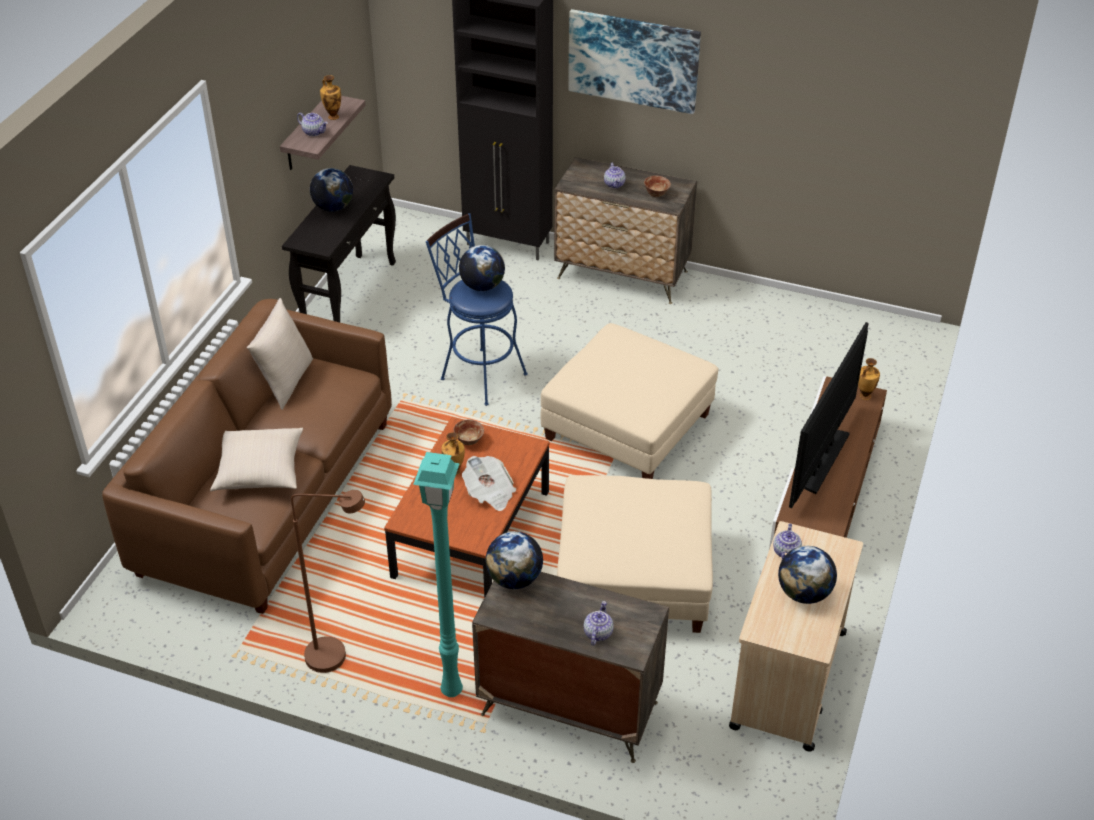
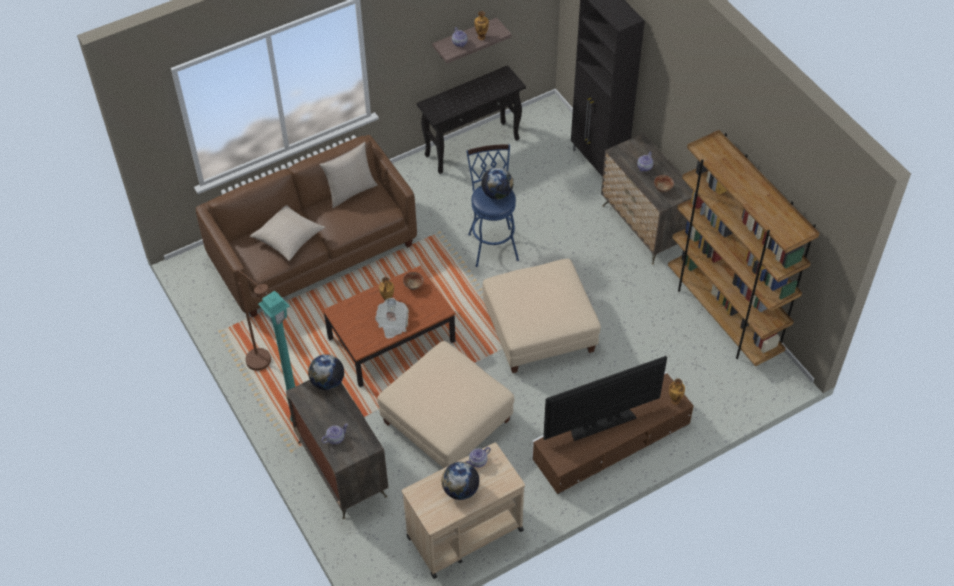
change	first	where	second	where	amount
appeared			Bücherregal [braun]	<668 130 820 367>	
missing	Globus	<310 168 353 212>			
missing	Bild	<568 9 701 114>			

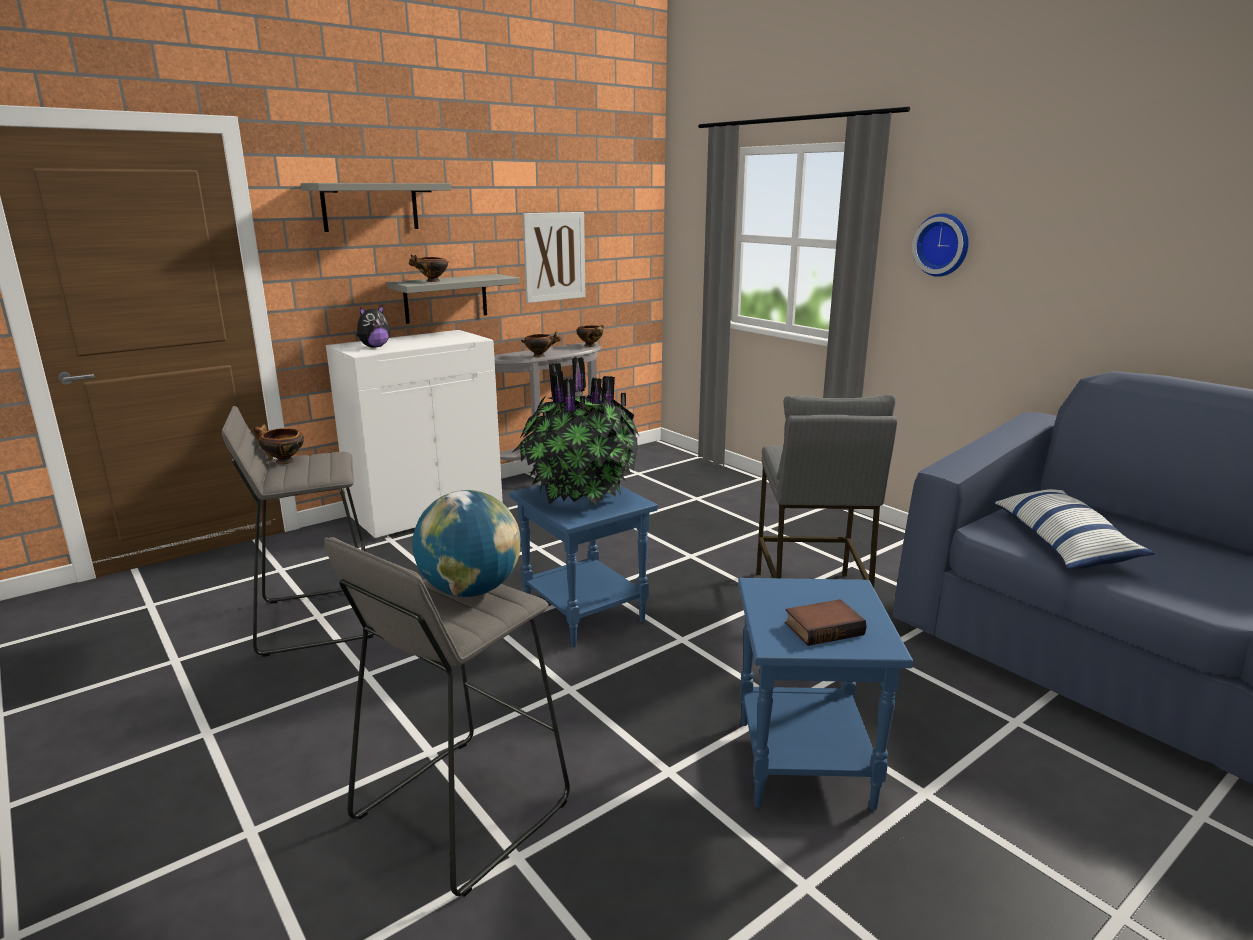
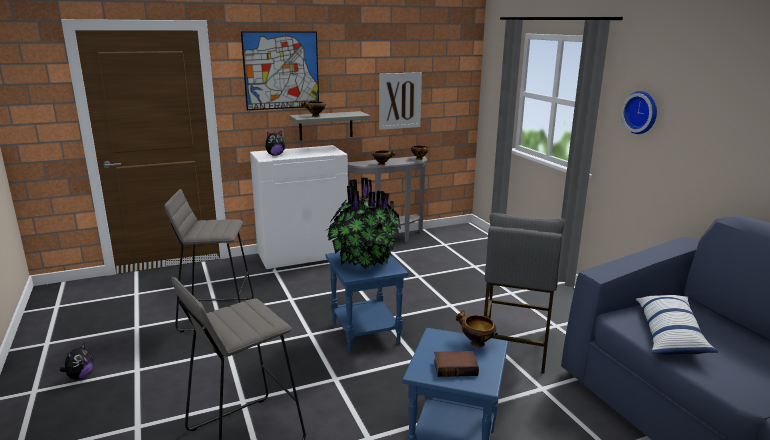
change	first	where	second	where	amount
appeared			Plüschtier	<60 343 93 380>	
exchanged	Wandregal [grau]	<301 183 451 232>	Bild	<241 31 319 110>	
relocated	Schüssel	<254 424 304 464>		<456 310 498 347>	
missing	Globus	<412 490 521 597>			

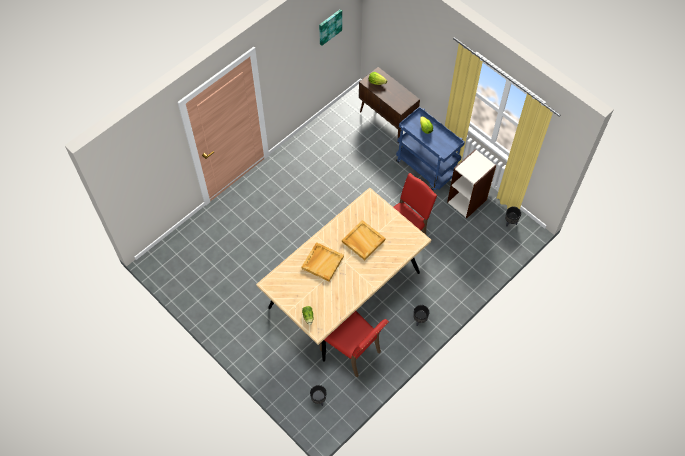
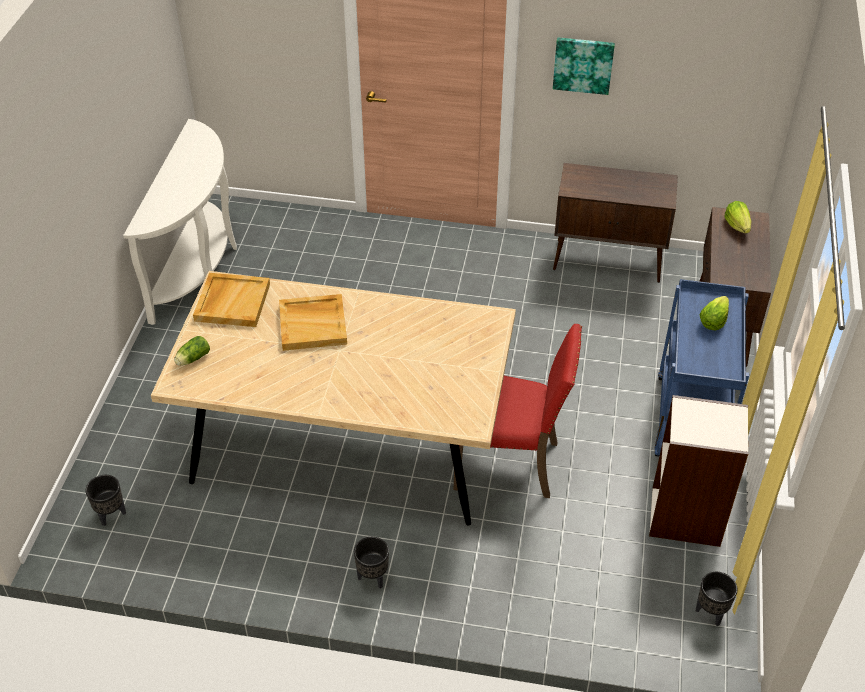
change	first	where	second	where	amount
appeared			Konsolentisch [weiß]	<123 119 237 325>	
relocated	Tablett [beige]	<342 220 385 260>		<193 273 270 327>	
relocated	Bild	<319 9 342 46>		<553 37 615 95>	
appeared			Schrank [braun]	<553 163 678 283>	
missing	Stuhl [rot]	<320 311 389 377>			

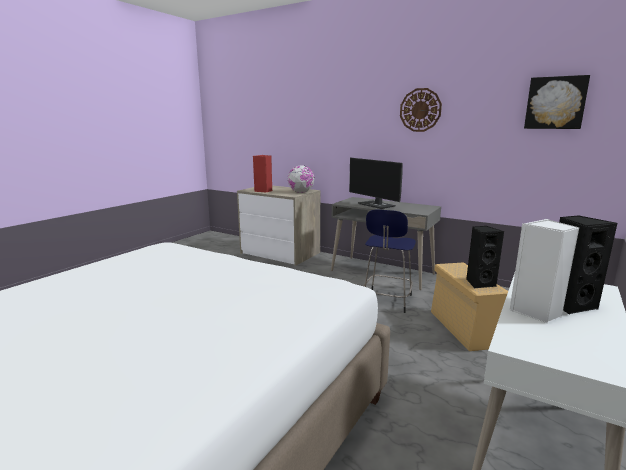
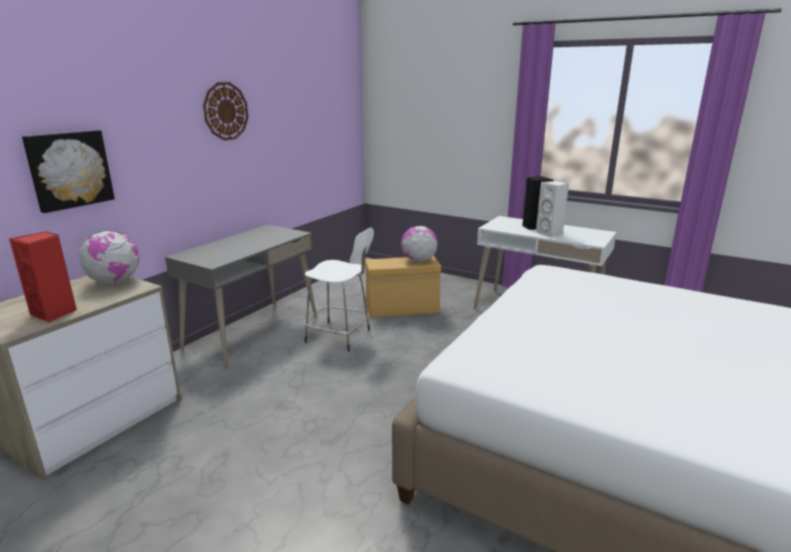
change	first	where	second	where	amount
relocated	Bild	<524 75 590 129>		<22 130 115 213>	
colour	Hocker [blau]	<363 209 416 313>	Hocker [weiß]	<304 227 374 351>	
exchanged	Lautsprecher [schwarz]	<466 226 504 288>	Globus	<401 226 438 262>	
missing	Monitor	<349 158 403 209>			

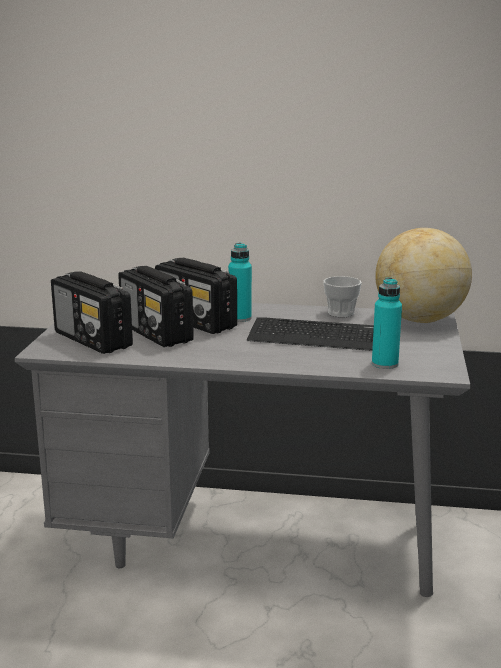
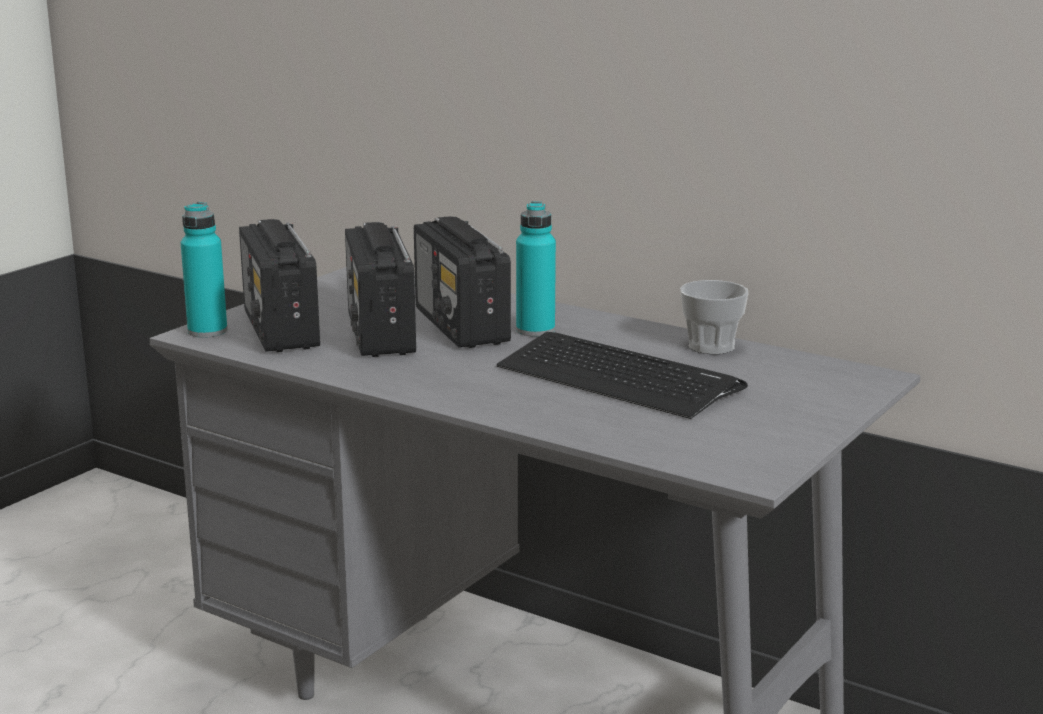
change	first	where	second	where	amount
relocated	Flasche [türkis]	<372 278 402 369>		<181 202 227 338>	
missing	Globus	<375 228 472 323>			

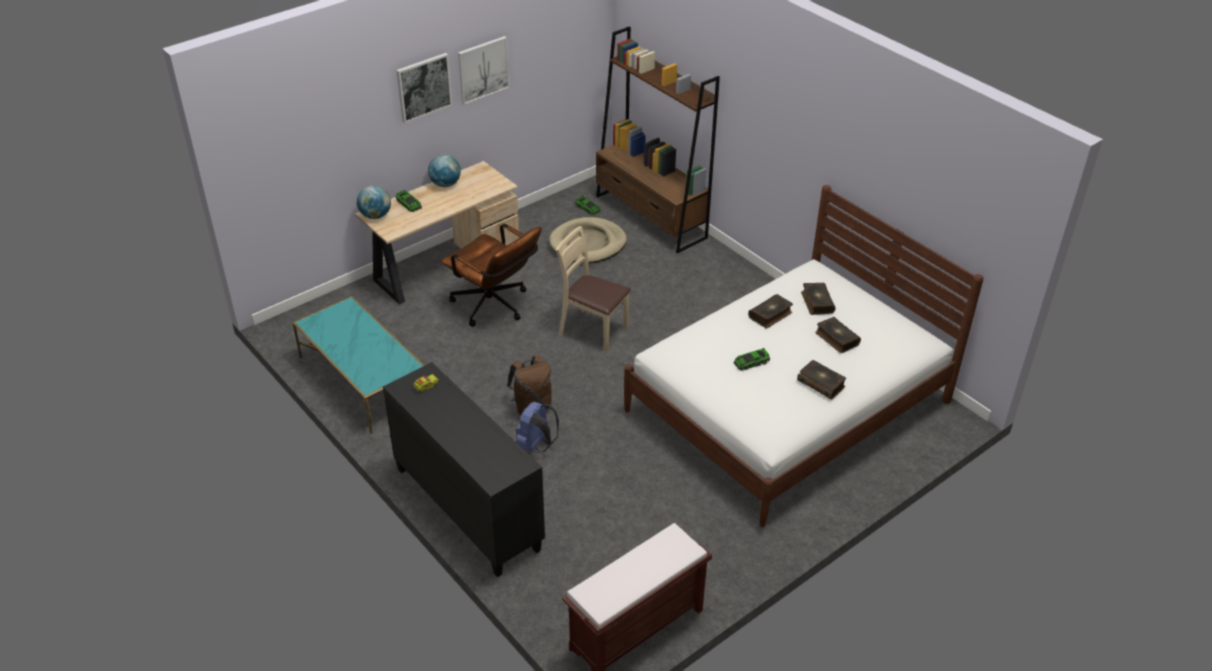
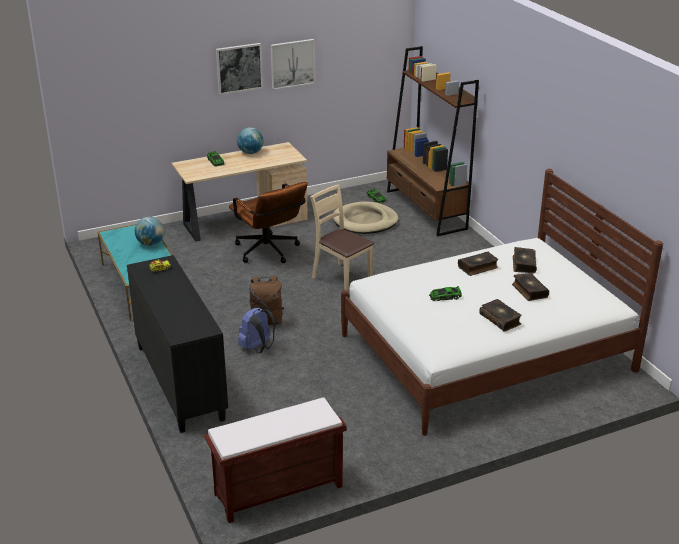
change	first	where	second	where	amount
relocated	Globus	<357 185 391 219>		<135 217 165 246>	

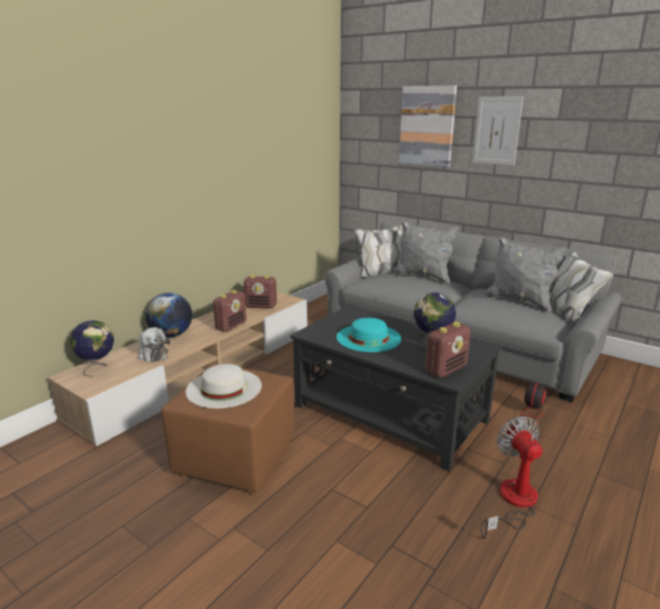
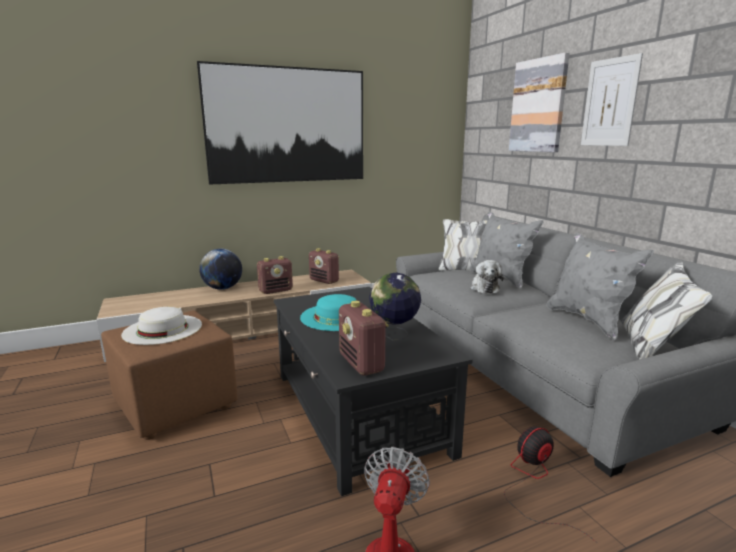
change	first	where	second	where	amount
appeared			Bild	<197 61 363 185>	
spun	Radio	<425 322 471 378>		<339 301 389 375>	75 degrees clockwise
relocated	Plüschtier	<138 327 170 362>		<471 260 504 294>	
missing	Globus	<70 320 114 376>			

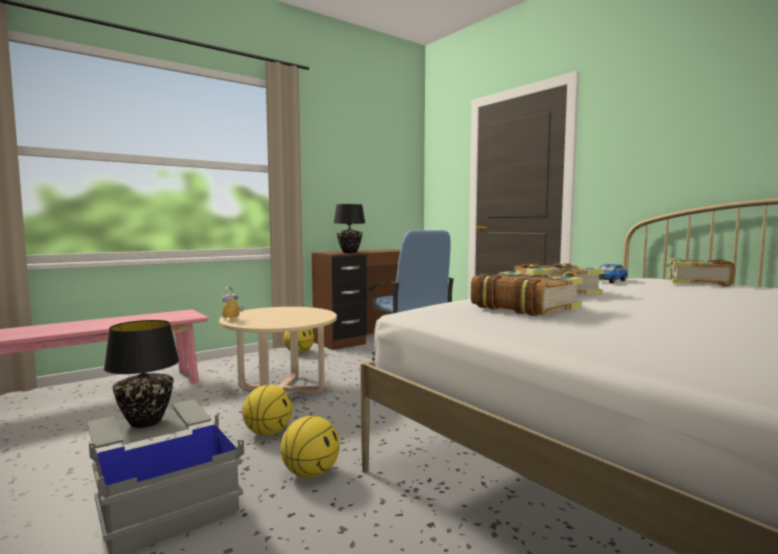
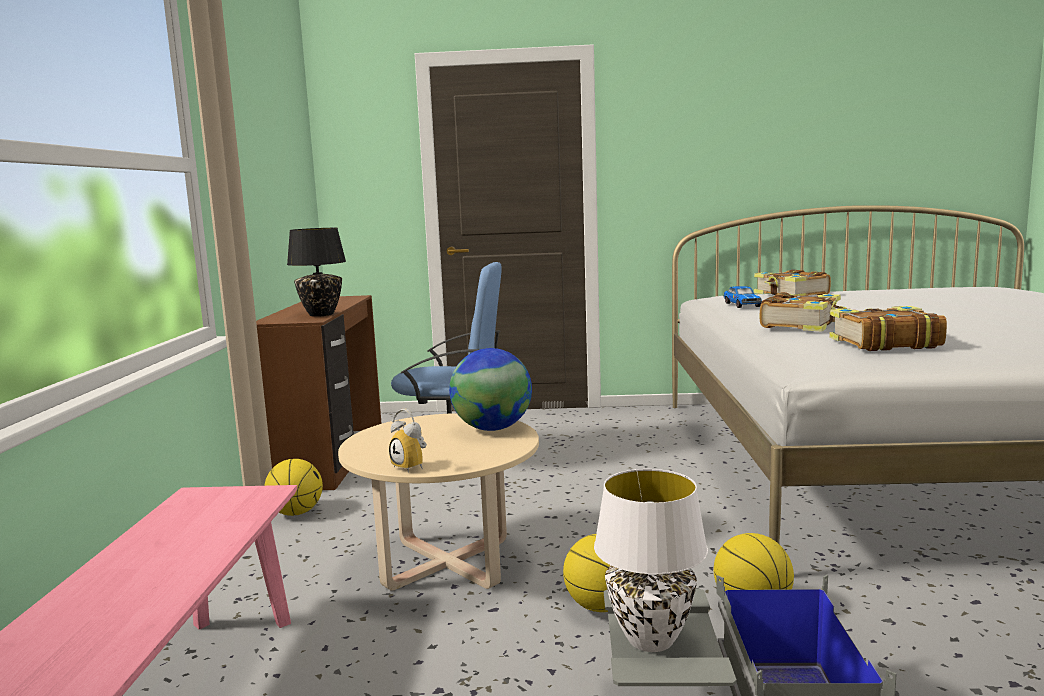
change	first	where	second	where	amount
appeared			Globus	<449 348 532 431>	
colour	Tischlampe [schwarz]	<104 320 179 428>	Tischlampe [weiß]	<594 469 708 652>	

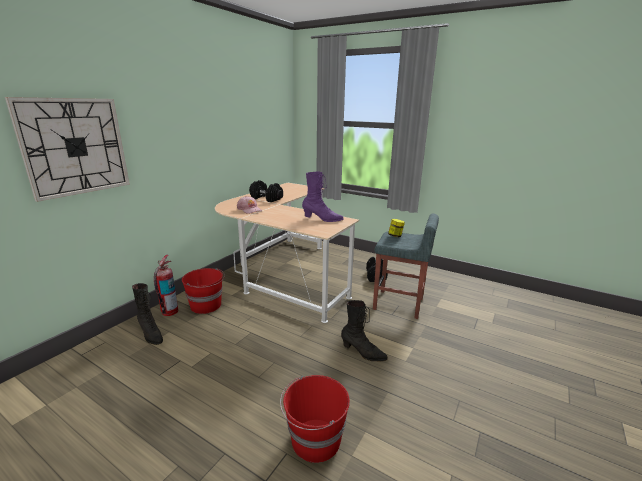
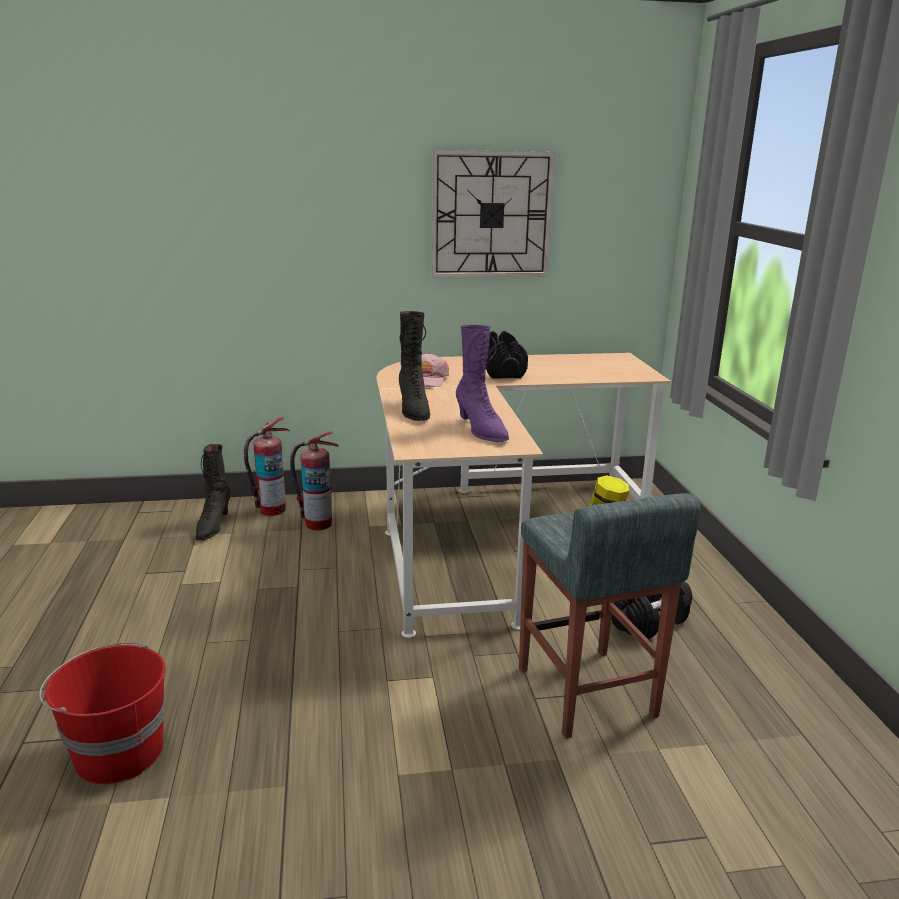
change	first	where	second	where	amount
exchanged	Eimer [rot]	<182 268 225 314>	Feuerlöscher	<290 432 339 531>	
relocated	Stiefel [schwarz]	<341 300 388 361>		<399 311 430 421>	
relocated	Wanduhr	<5 97 130 202>		<431 150 555 277>	

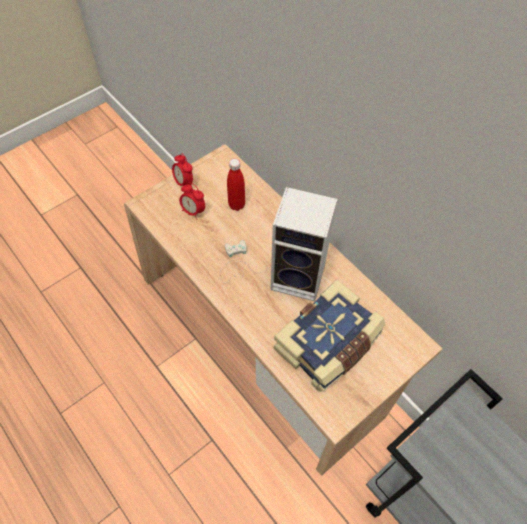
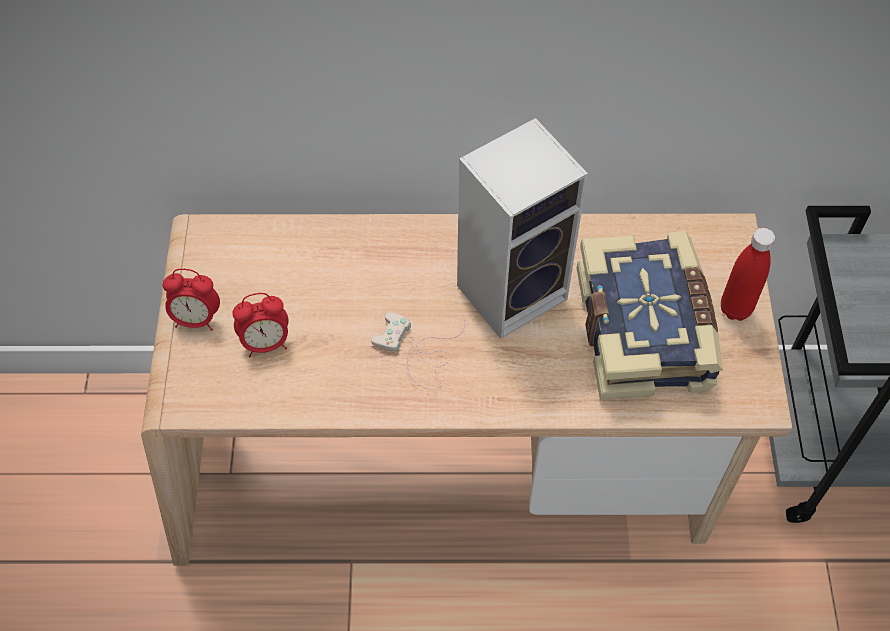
change	first	where	second	where	amount
relocated	Flasche [rot]	<227 159 245 211>		<721 228 775 321>	

